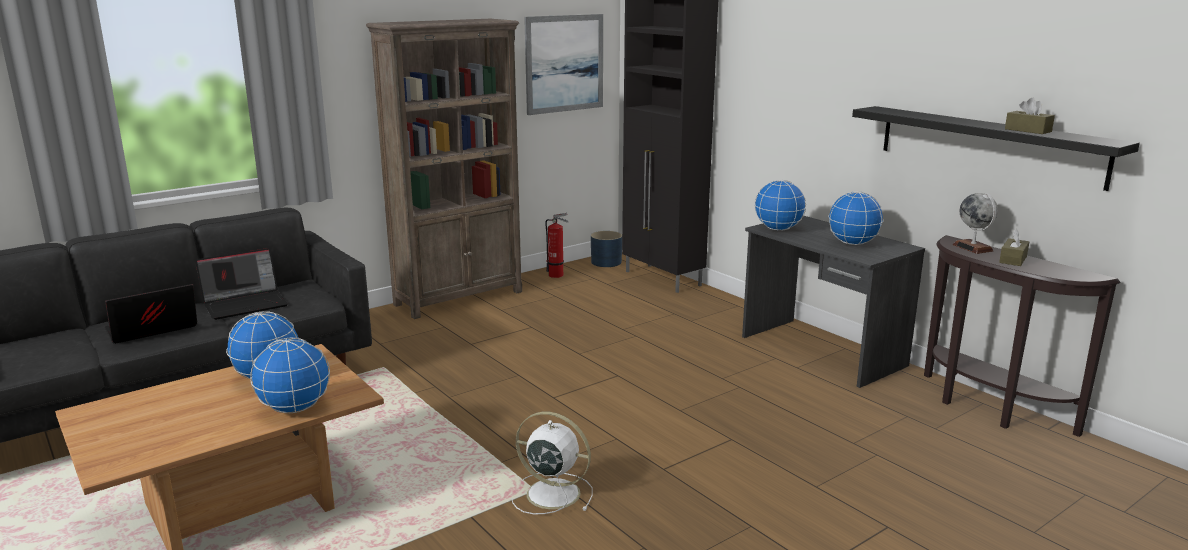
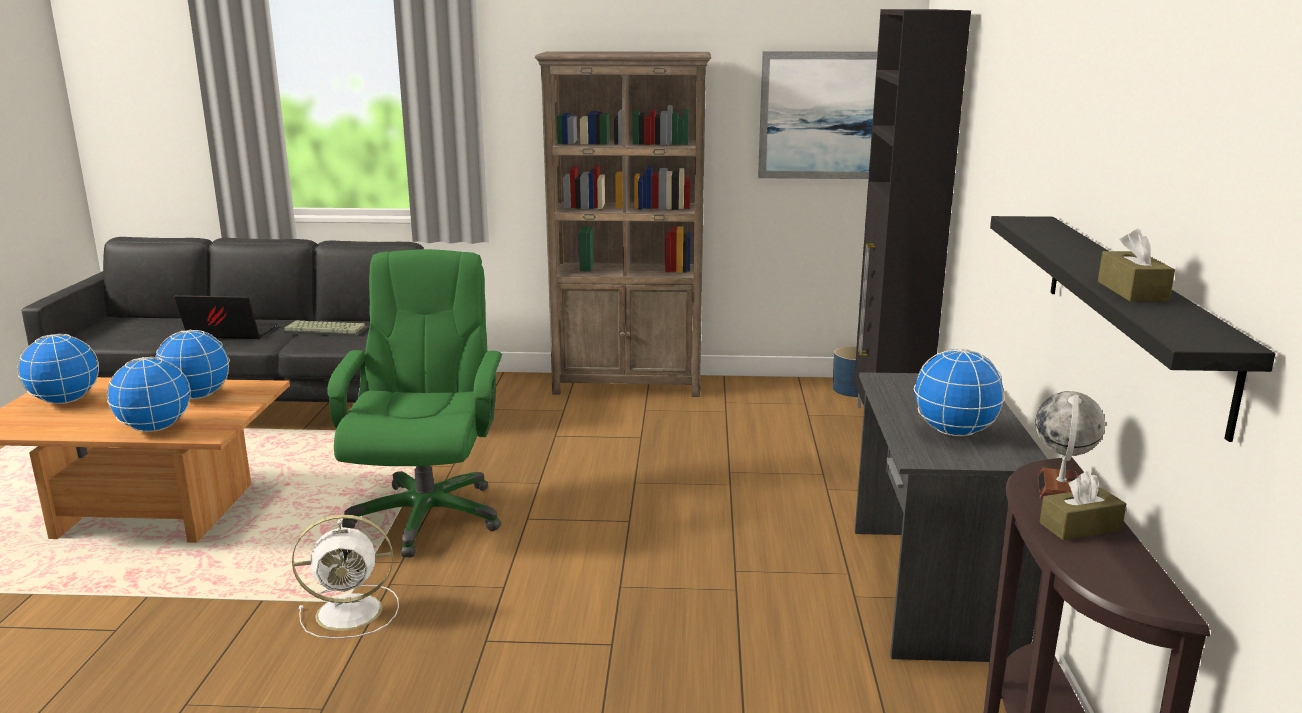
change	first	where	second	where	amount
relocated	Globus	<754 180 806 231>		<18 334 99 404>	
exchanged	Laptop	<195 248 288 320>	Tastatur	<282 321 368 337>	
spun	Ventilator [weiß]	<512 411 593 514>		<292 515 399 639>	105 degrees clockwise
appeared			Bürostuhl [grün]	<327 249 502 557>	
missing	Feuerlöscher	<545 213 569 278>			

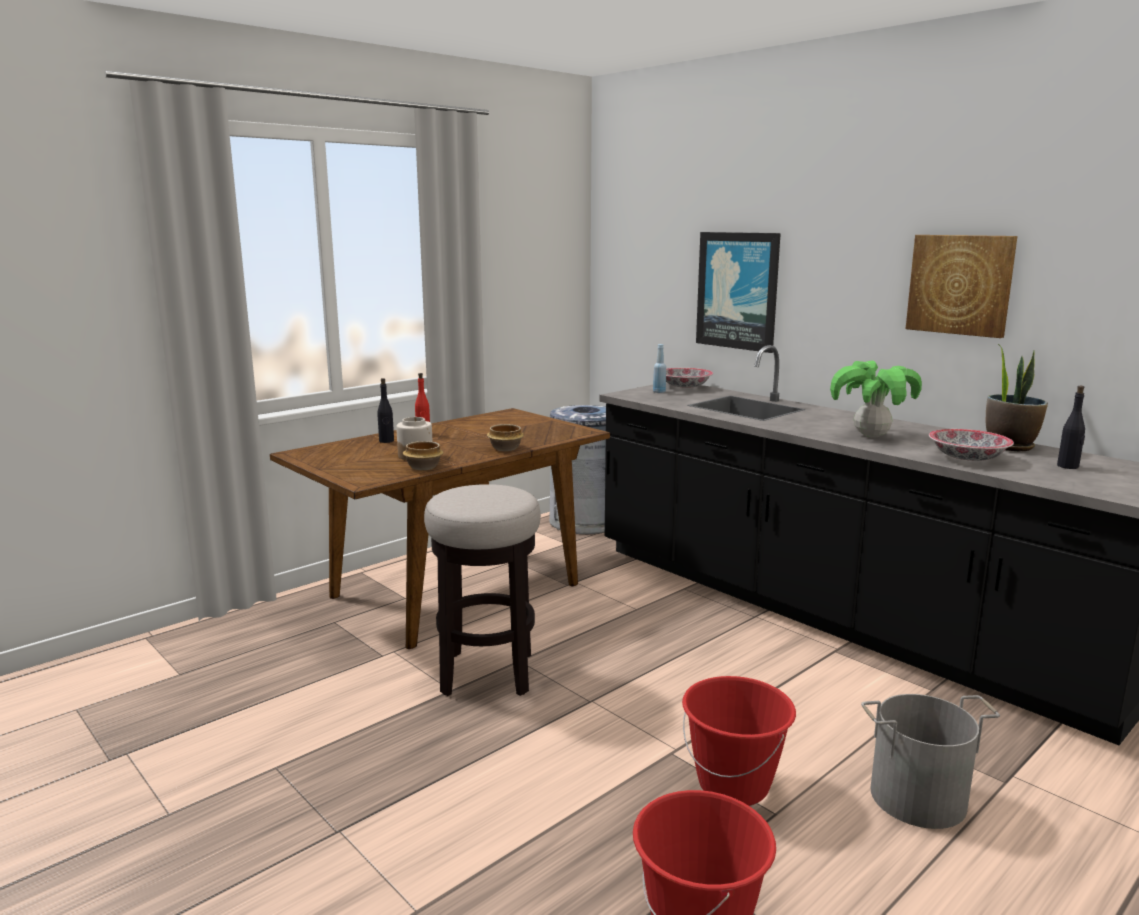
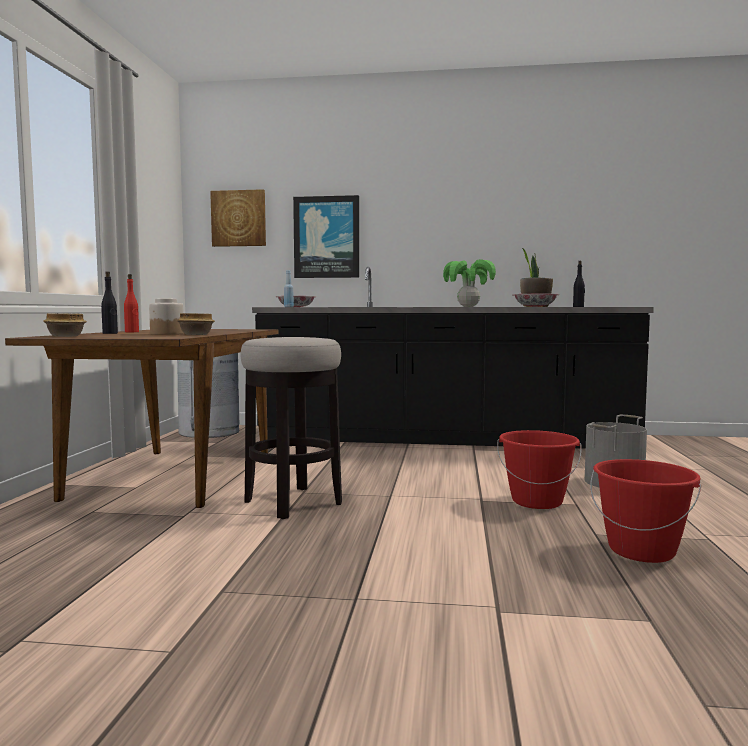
change	first	where	second	where	amount
relocated	Schüssel	<487 424 524 451>		<43 313 87 337>	
relocated	Bild	<906 235 1018 338>		<210 189 266 247>	

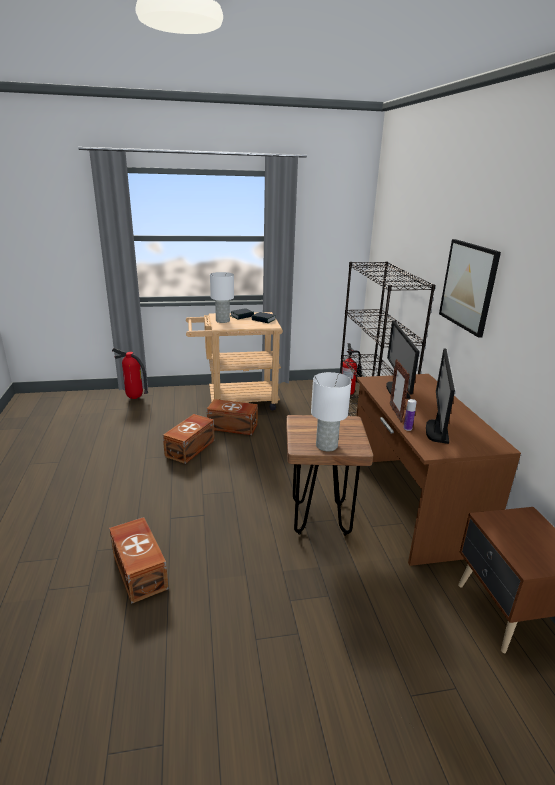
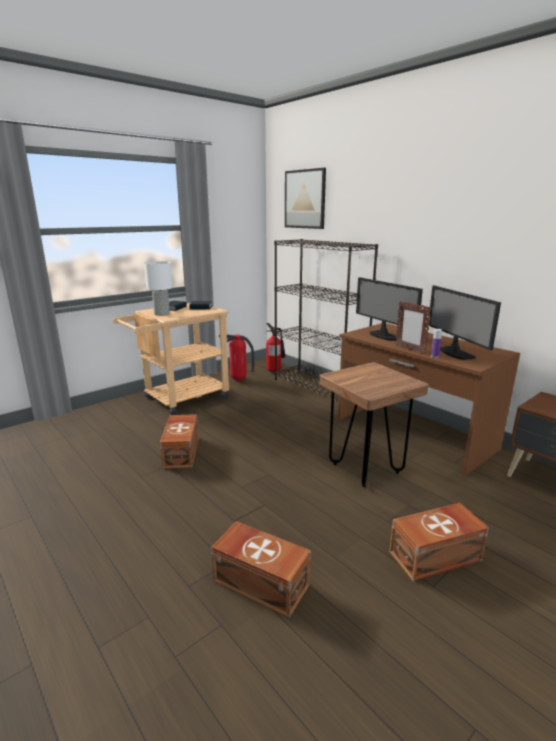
change	first	where	second	where	amount
relocated	Feuerlöscher	<112 348 148 399>		<219 334 255 381>	
relocated	Bild	<439 239 501 338>		<285 168 326 229>	
relocated	Aufbewahrungsbox [braun]	<206 399 258 435>		<389 503 489 581>	
missing	Tischlampe [weiß]	<311 372 352 451>			

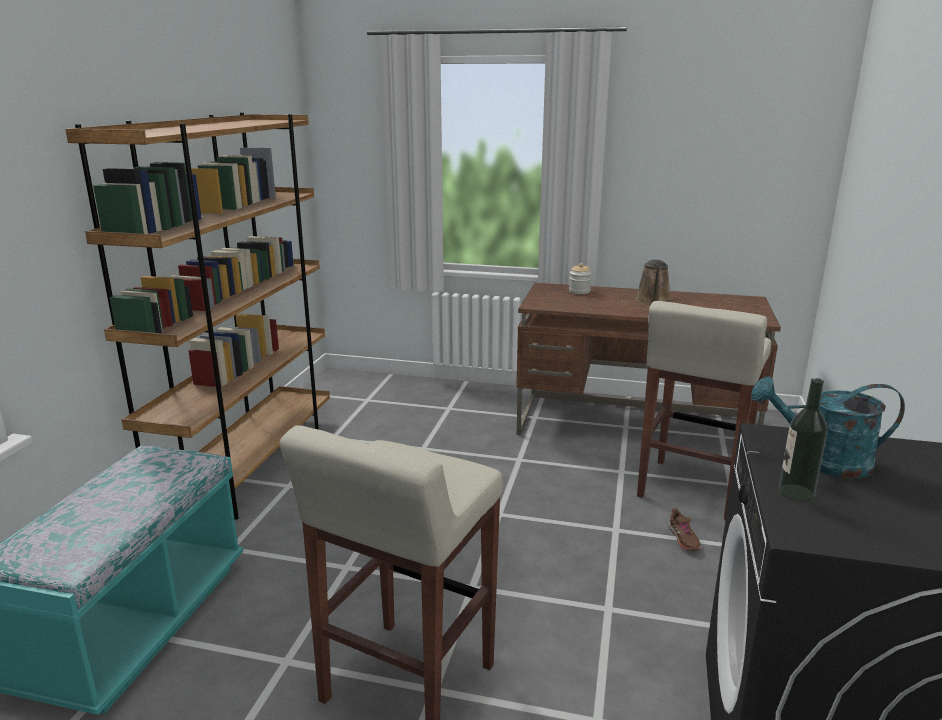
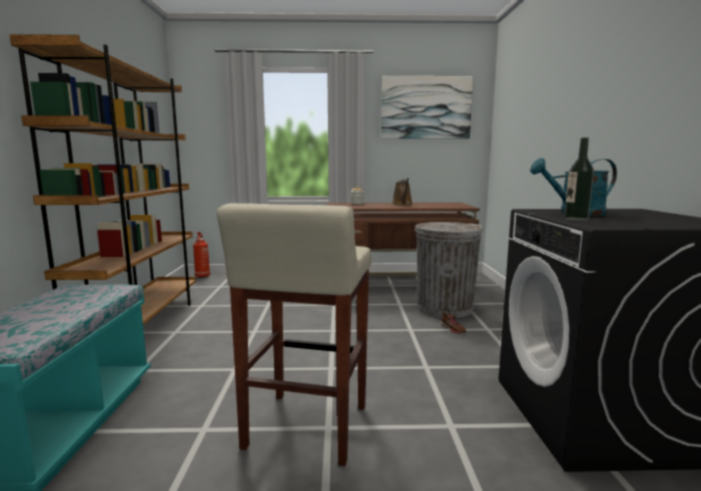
change	first	where	second	where	amount
appeared			Feuerlöscher	<193 232 210 278>	
appeared			Bild	<381 76 473 139>	
exchanged	Hocker [beige]	<637 301 771 520>	Mülleimer [grau]	<415 222 483 318>	

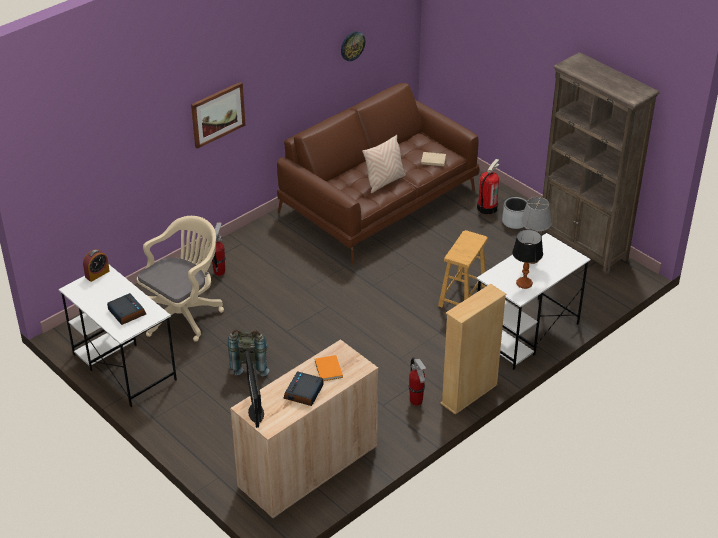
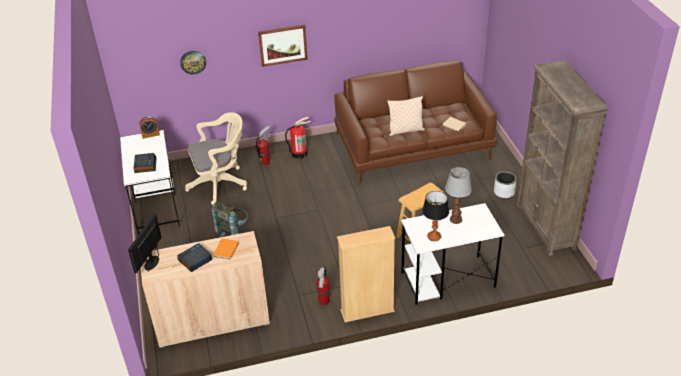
change	first	where	second	where	amount
relocated	Wanduhr	<341 31 365 61>		<180 51 206 75>	
relocated	Feuerlöscher	<477 159 500 214>		<285 117 310 159>	

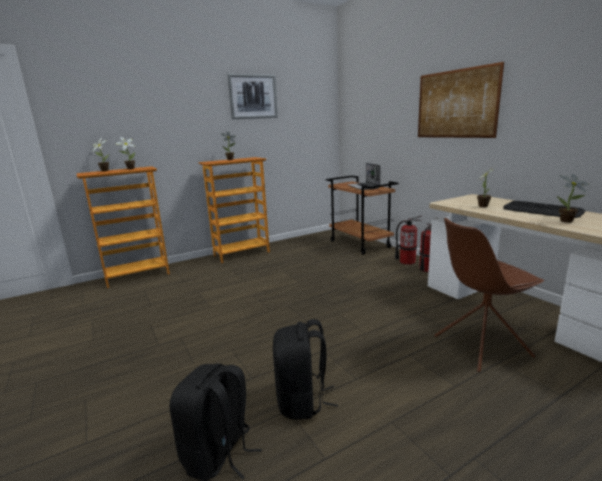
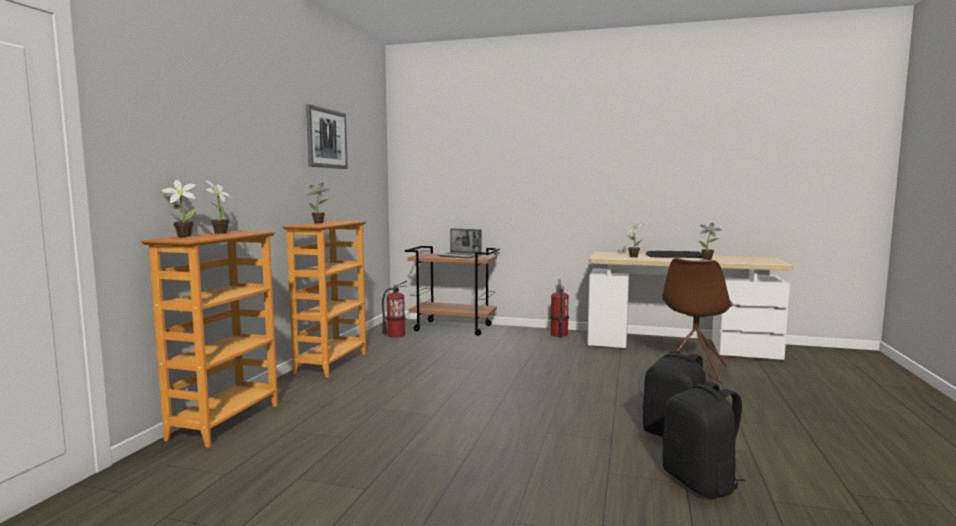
change	first	where	second	where	amount
relocated	Feuerlöscher	<395 215 422 265>		<382 280 408 338>	
missing	Bild	<418 62 504 138>			

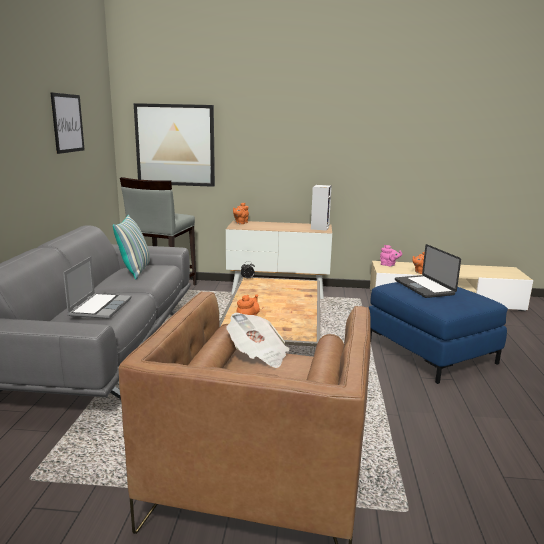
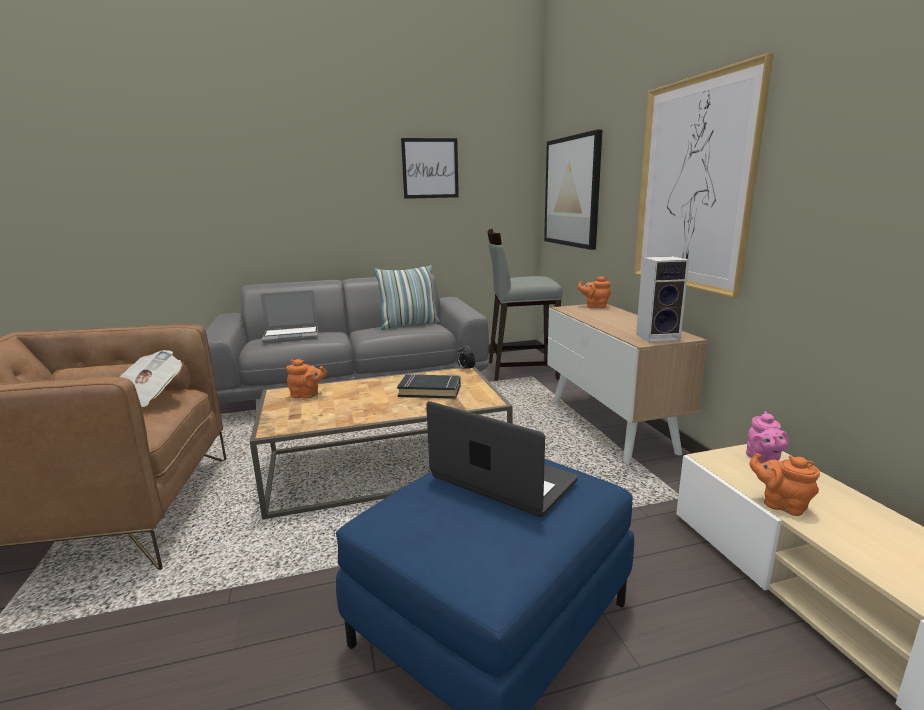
change	first	where	second	where	amount
appeared			Buch [schwarz]	<397 374 461 399>	
spun	Laptop	<395 244 461 298>		<426 401 578 517>	75 degrees clockwise
appeared			Bild	<634 53 774 298>	

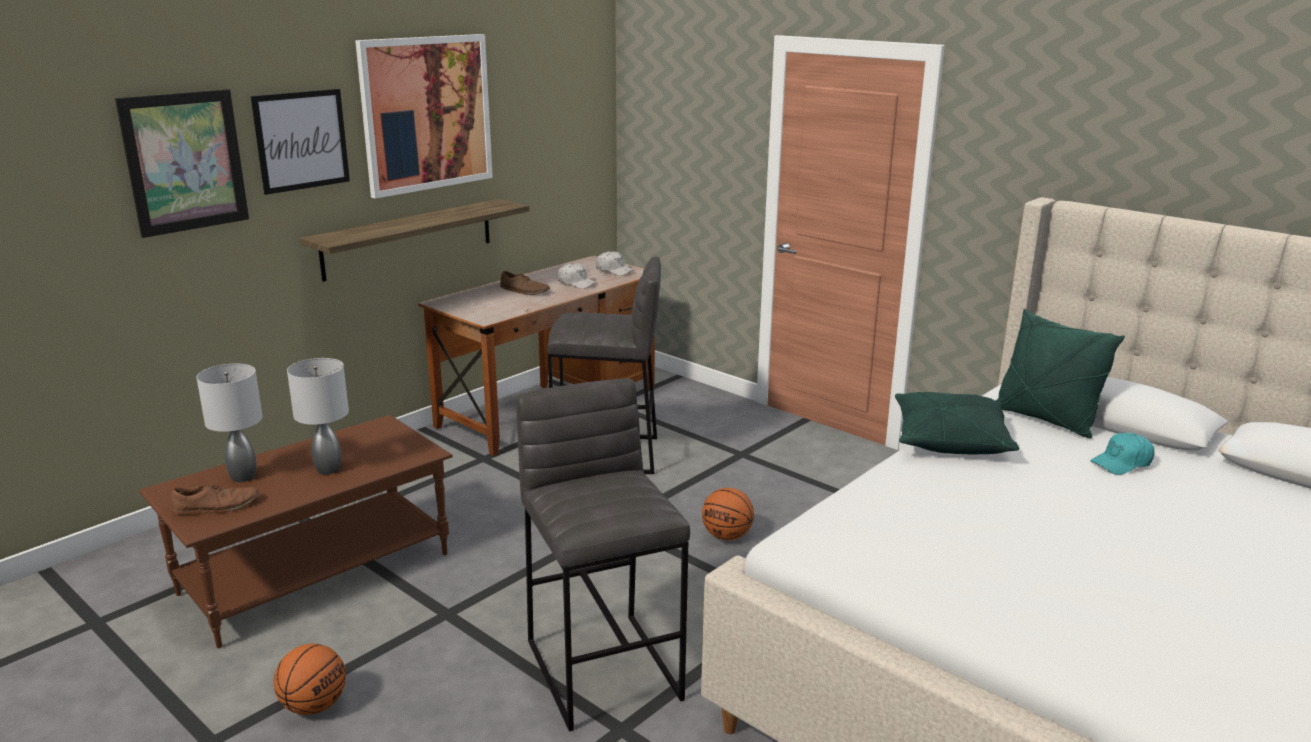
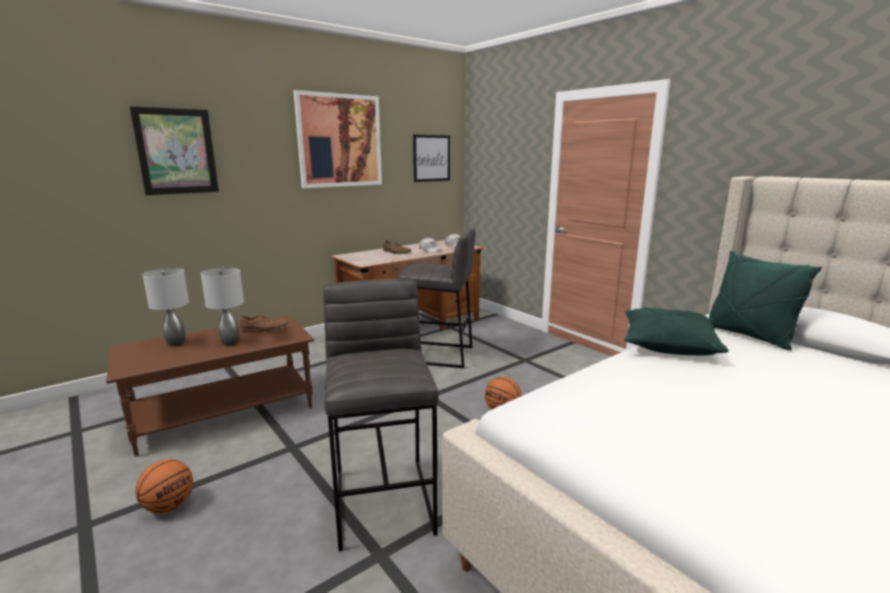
change	first	where	second	where	amount
relocated	Schuh [braun]	<171 484 259 515>		<240 315 288 332>	
relocated	Bild	<251 89 350 195>		<413 135 450 182>	
missing	Wandregal	<300 199 529 282>			
missing	Kappe [türkis]	<1090 433 1154 475>			

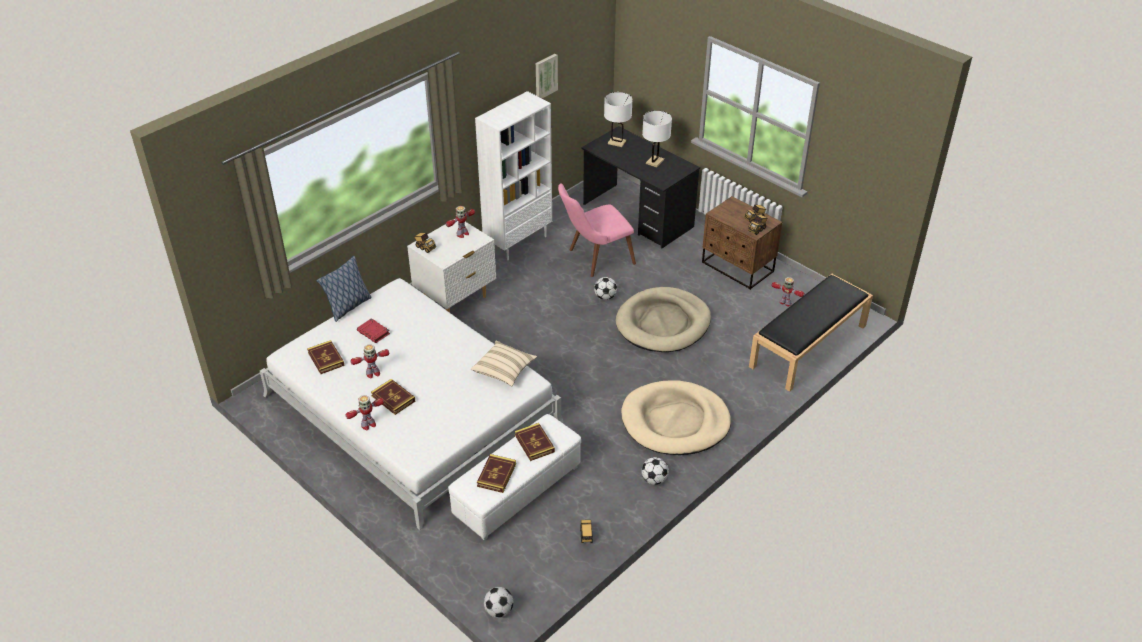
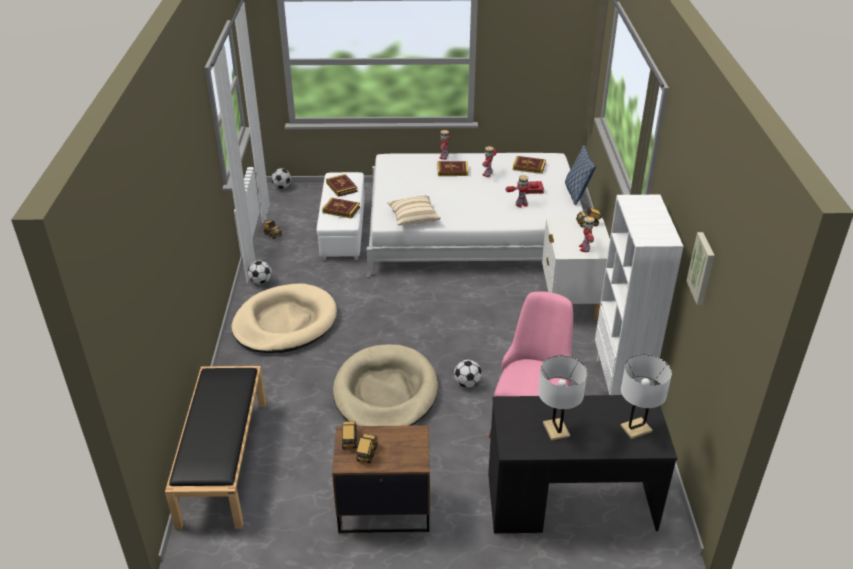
change	first	where	second	where	amount
relocated	Spielzeugroboter	<771 277 804 306>		<506 175 539 208>	

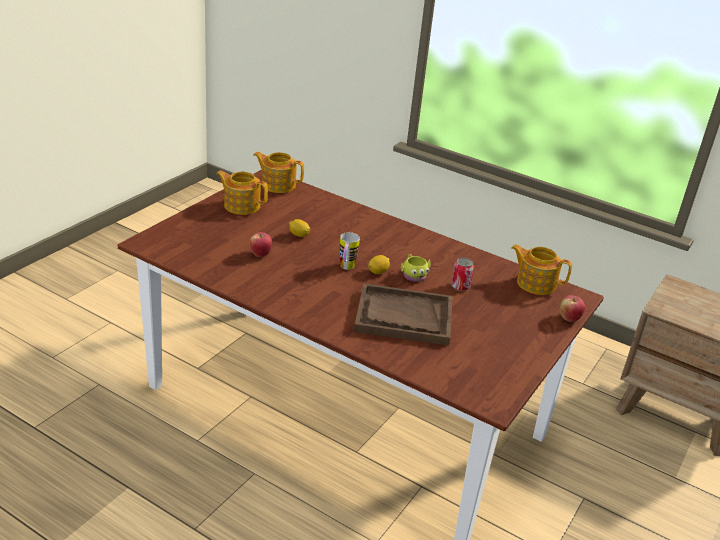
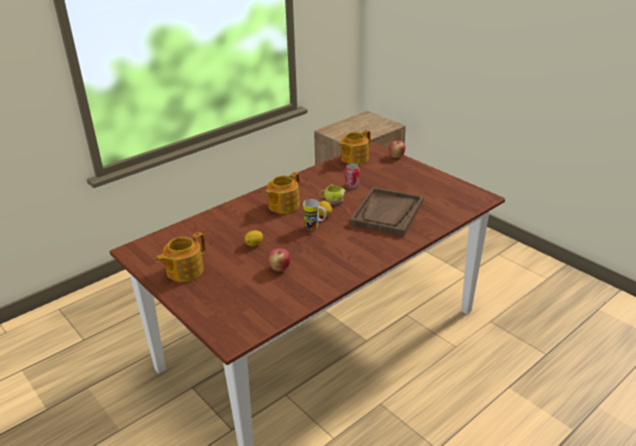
change	first	where	second	where	amount
relocated	Teekanne	<253 152 304 193>		<265 172 300 214>	

